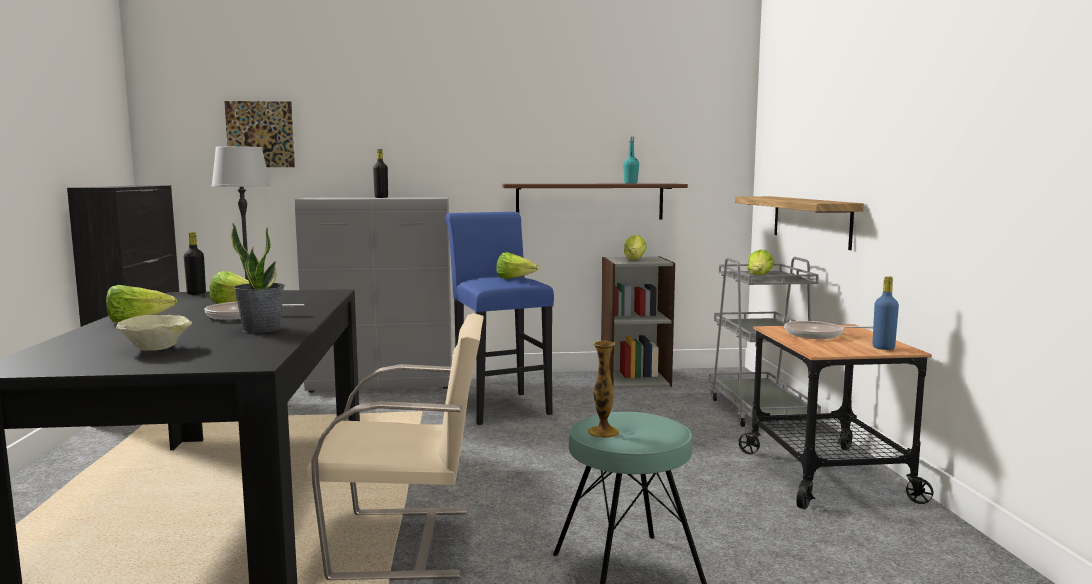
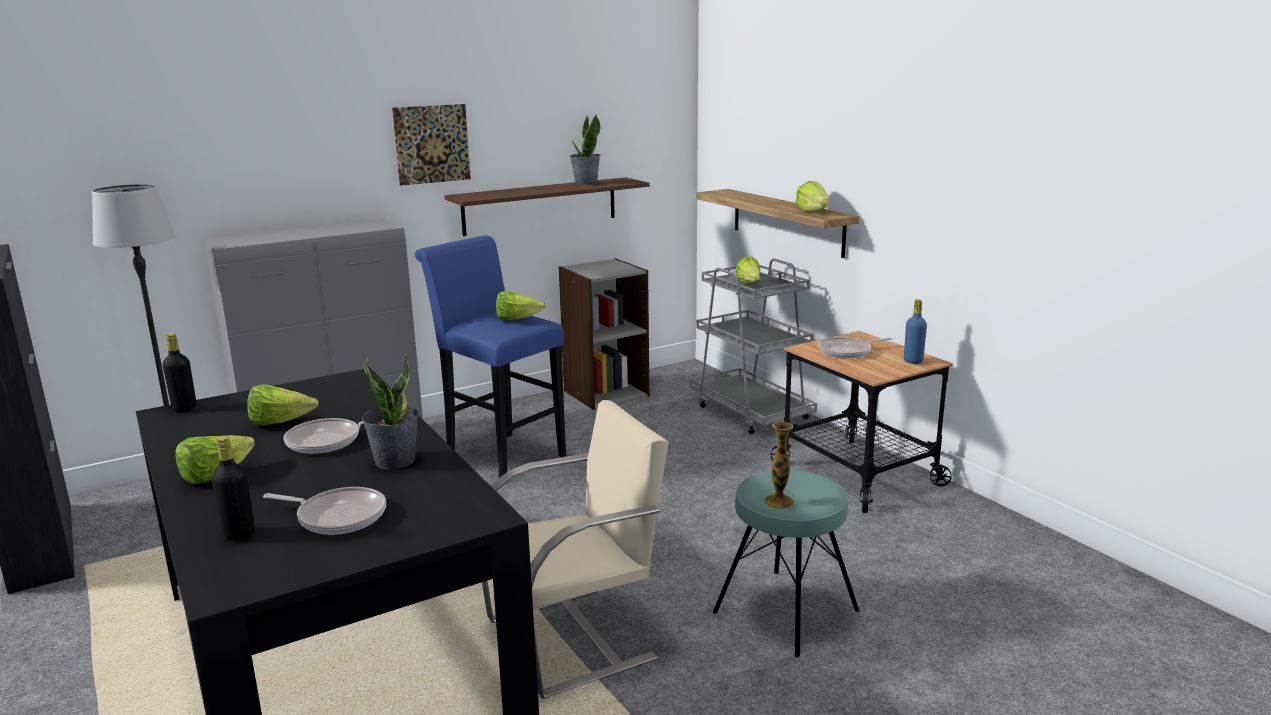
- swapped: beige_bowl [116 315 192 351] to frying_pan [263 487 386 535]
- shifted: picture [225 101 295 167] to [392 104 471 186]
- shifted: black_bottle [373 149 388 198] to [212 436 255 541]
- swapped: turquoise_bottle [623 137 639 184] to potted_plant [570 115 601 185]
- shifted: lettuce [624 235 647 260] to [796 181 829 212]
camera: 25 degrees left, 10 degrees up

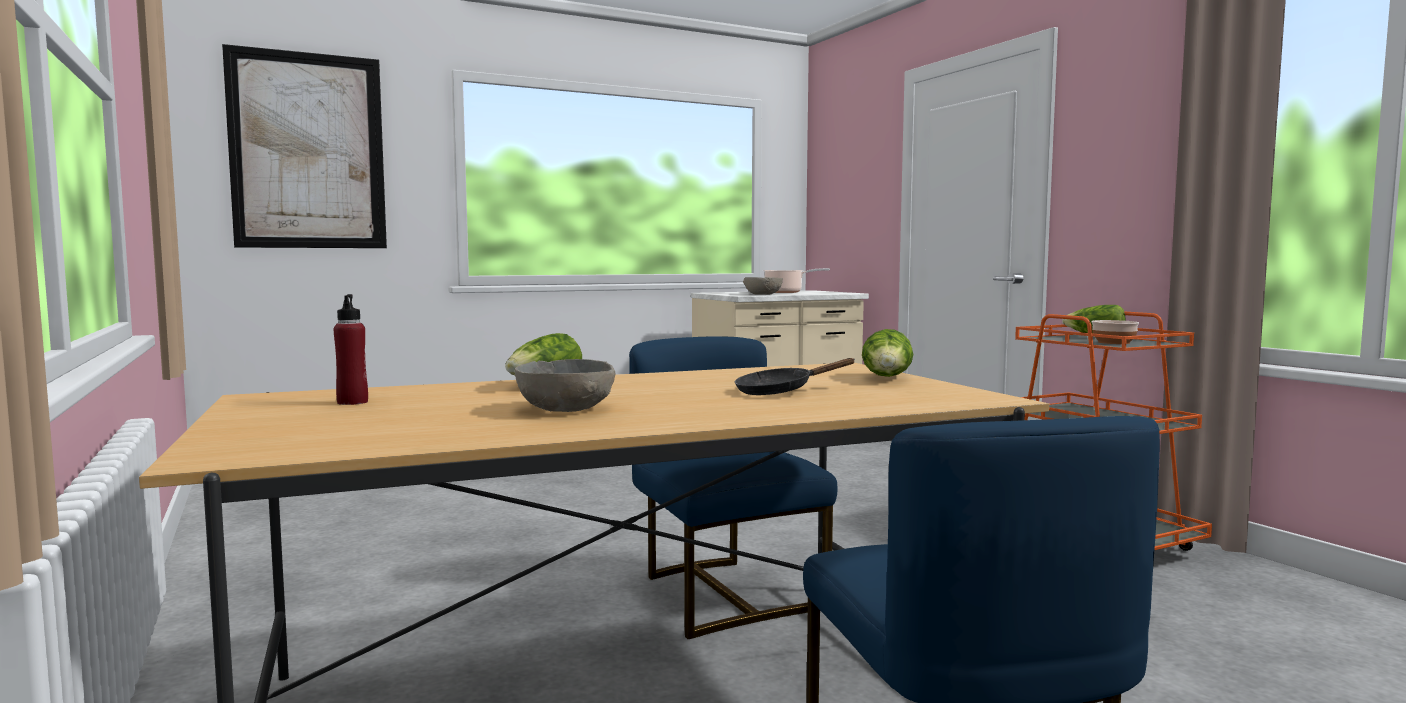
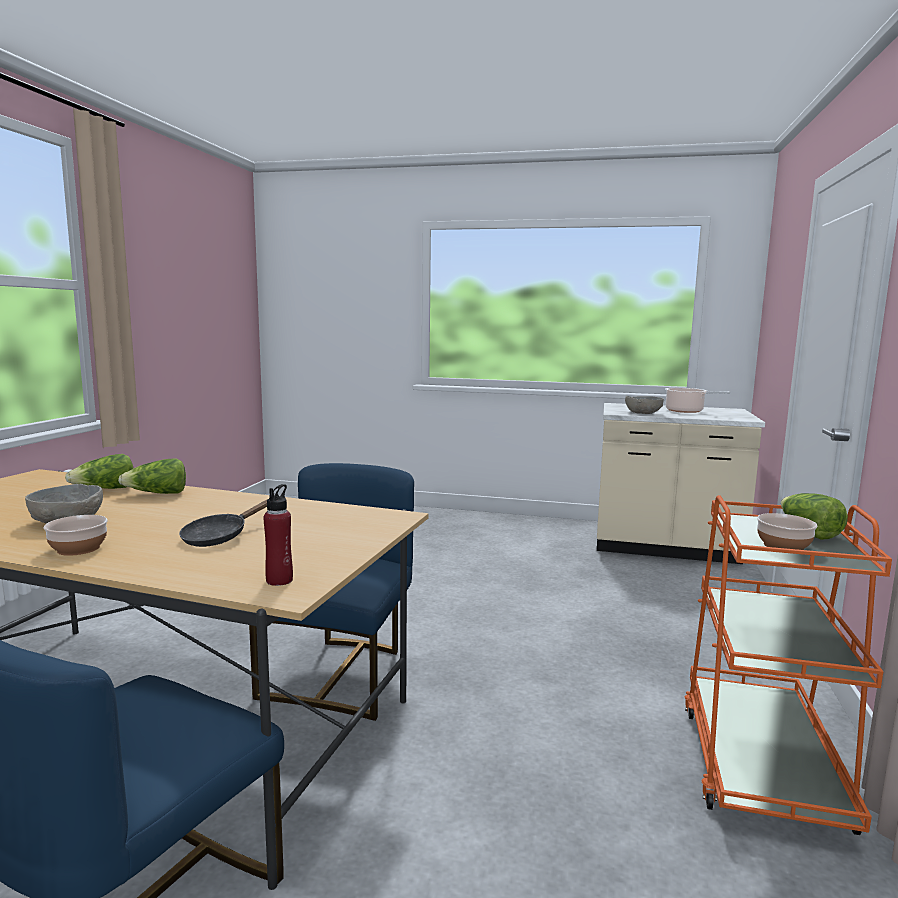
- gone: picture [222 44 387 248]
- shifted: red_bottle [334 294 368 405] to [263 484 293 586]
- rotated: black_frying_pan [735 358 855 395] = [179 499 268 547] 75 degrees counterclockwise
- shifted: lettuce [862 329 913 377] to [65 454 134 489]
- new: bowl [44 515 108 556]
camera: 40 degrees right, 5 degrees up

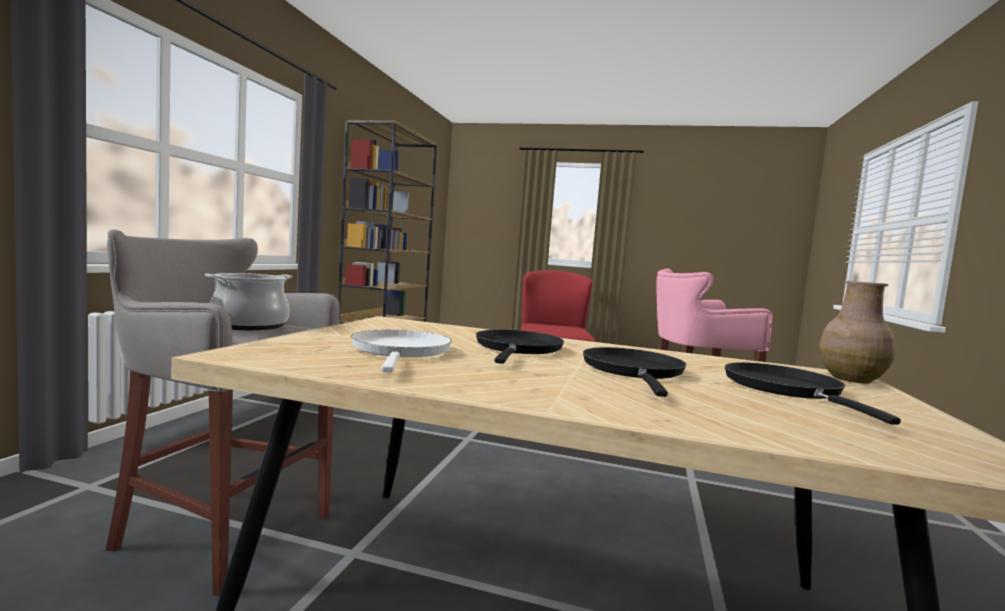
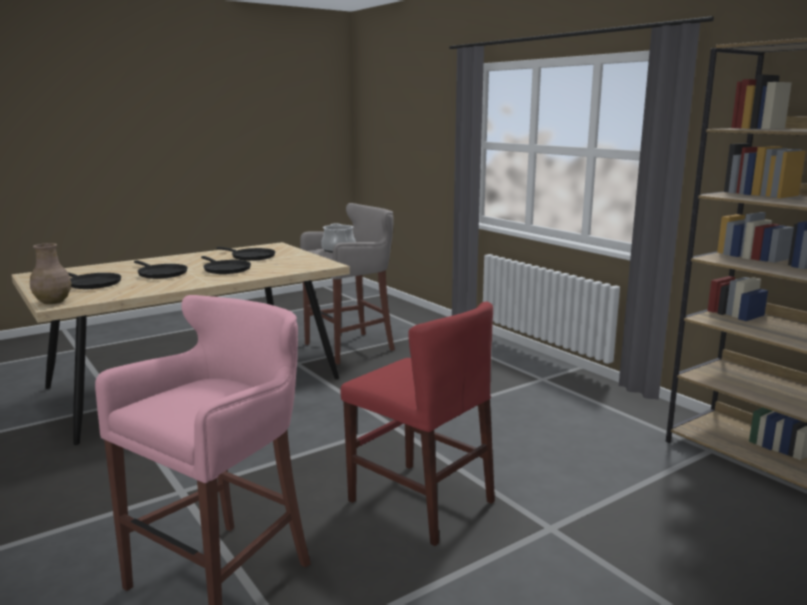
- repainted: white_frying_pan [351 329 452 372] to black_frying_pan [217 247 275 261]
camera: 130 degrees right, 10 degrees up

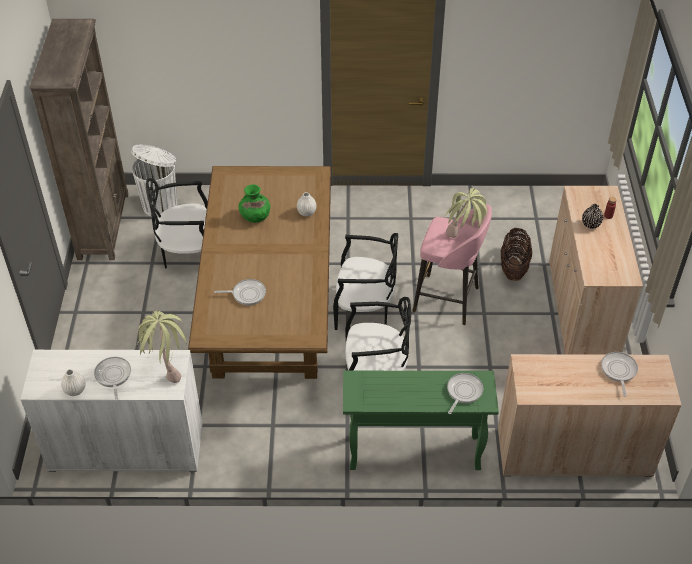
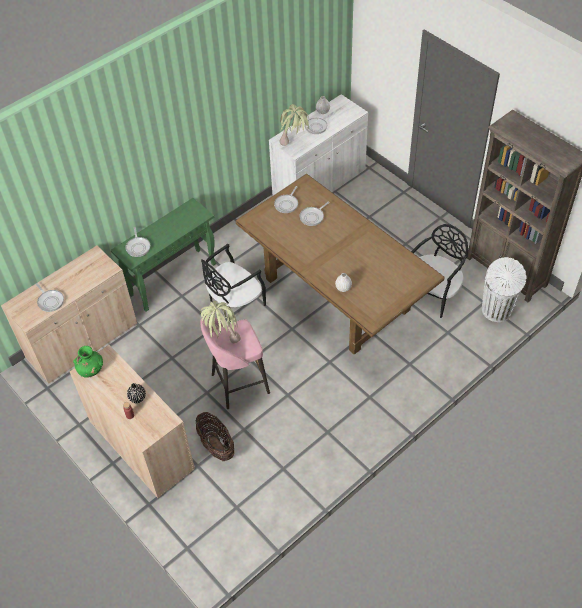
- shifted: green_vase [239 184 270 223] to [73 346 103 378]
- gone: black_chair [333 233 398 330]
- new: frying_pan [274 186 298 213]
camera: 140 degrees right, 5 degrees up

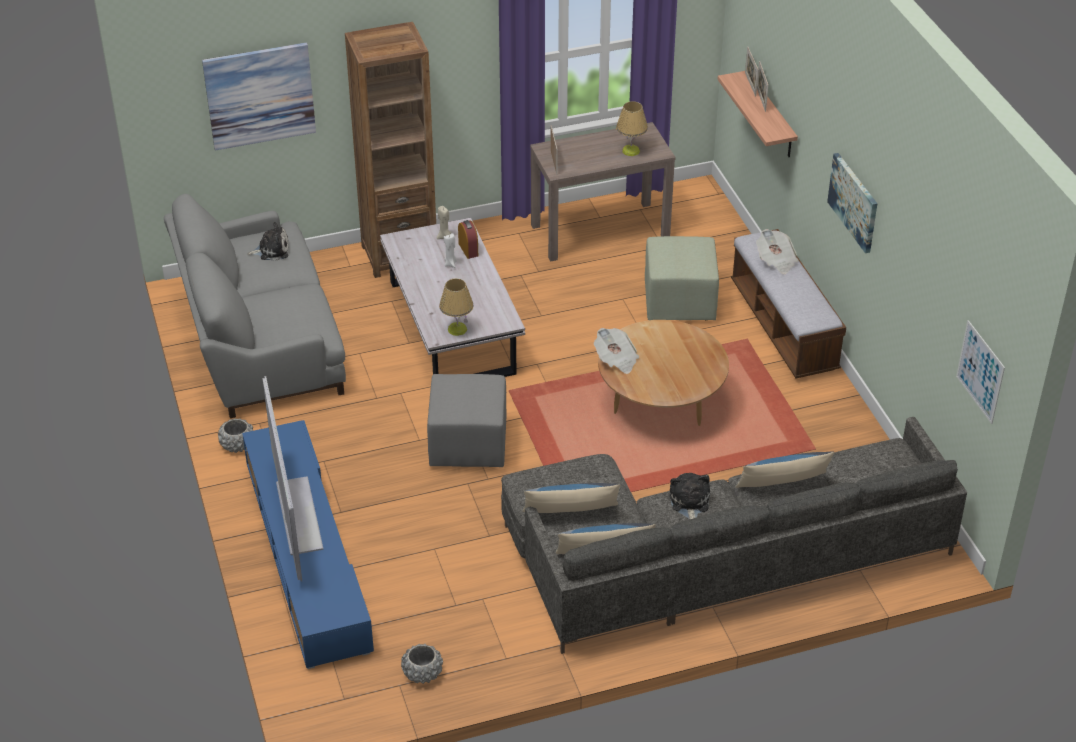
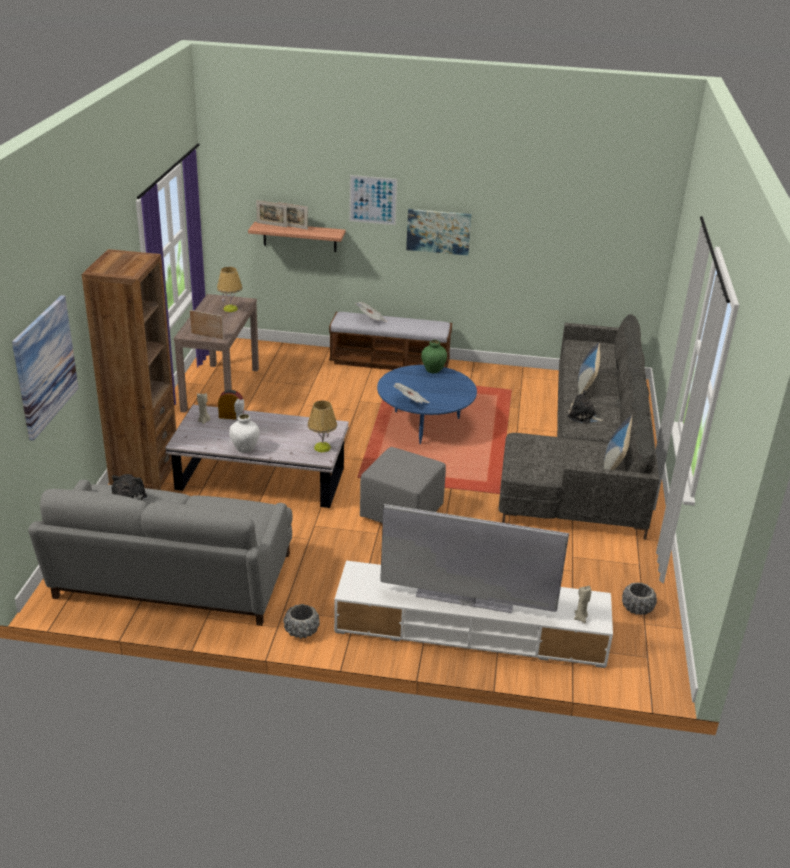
- repainted: blue_tv_stand [242 420 374 669] to white_tv_stand [334 561 613 668]
- gone: pillow [522 483 620 513]
- repainted: brown_coffee_table [598 320 729 426] to blue_coffee_table [377 365 477 444]
- gone: green_ottoman [645 236 719 320]
- shifted: picture [956 320 1005 424] to [349 175 397 225]
- new: white_vase [229 414 260 453]
- new: green_vase [421 340 447 373]
- new: beige_candle [574 586 591 623]
camera: 65 degrees left, 10 degrees down

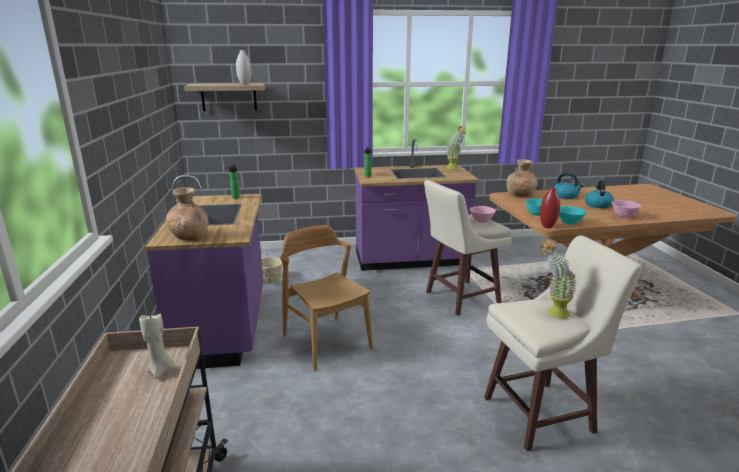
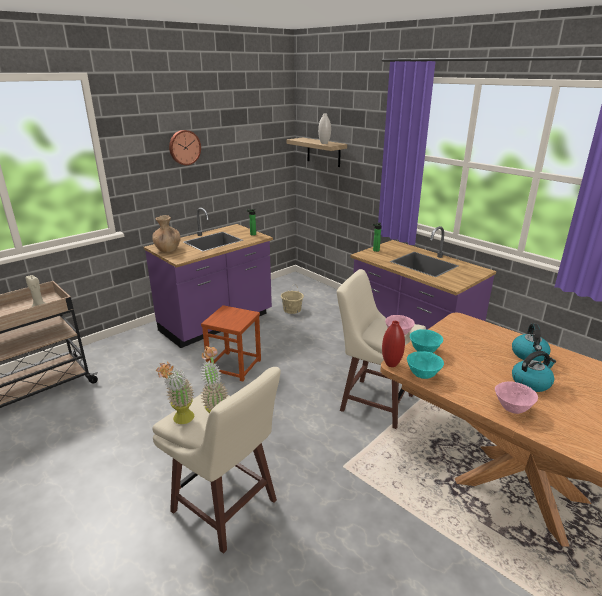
- swapped: brown_chair [280 225 373 371] to brown_stool [201 305 261 381]
- shifted: potted_plant [446 126 466 169] to [156 361 194 424]
- gone: brown_vase [507 159 538 197]
- new: wall_clock [169 130 201 165]
camera: 55 degrees right, 5 degrees up

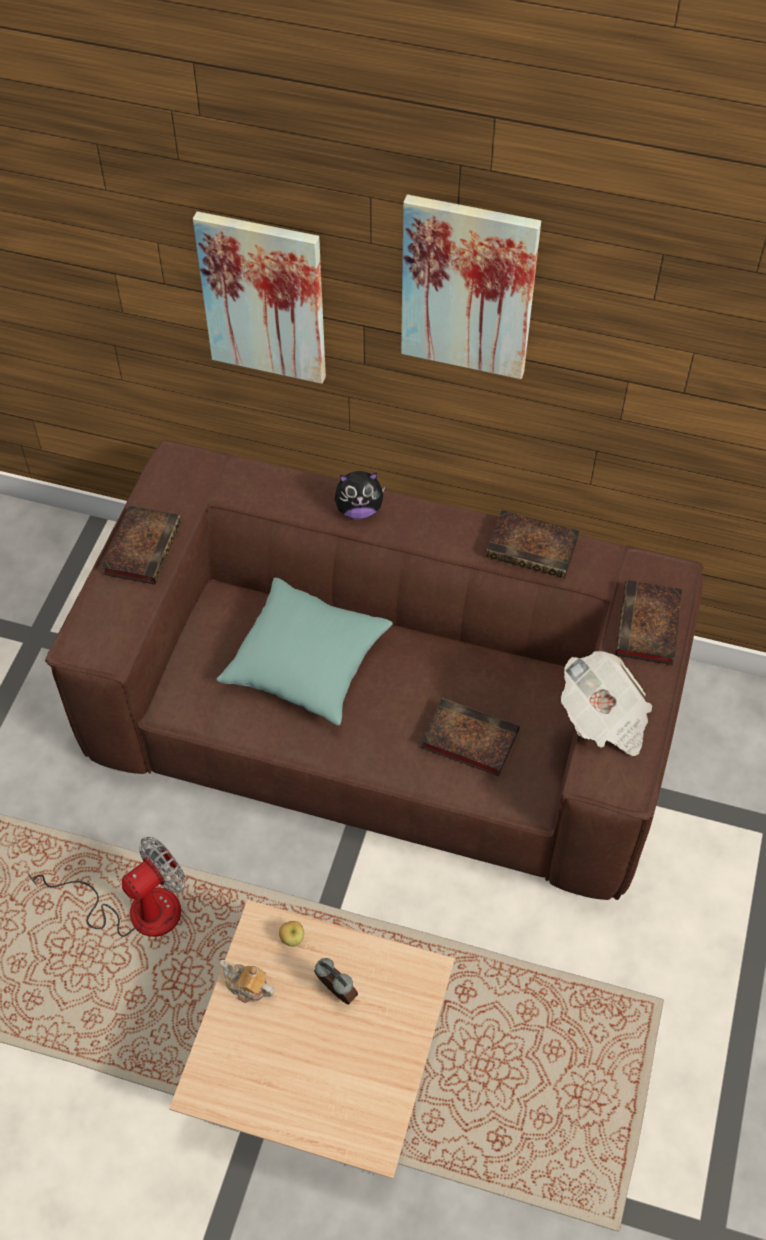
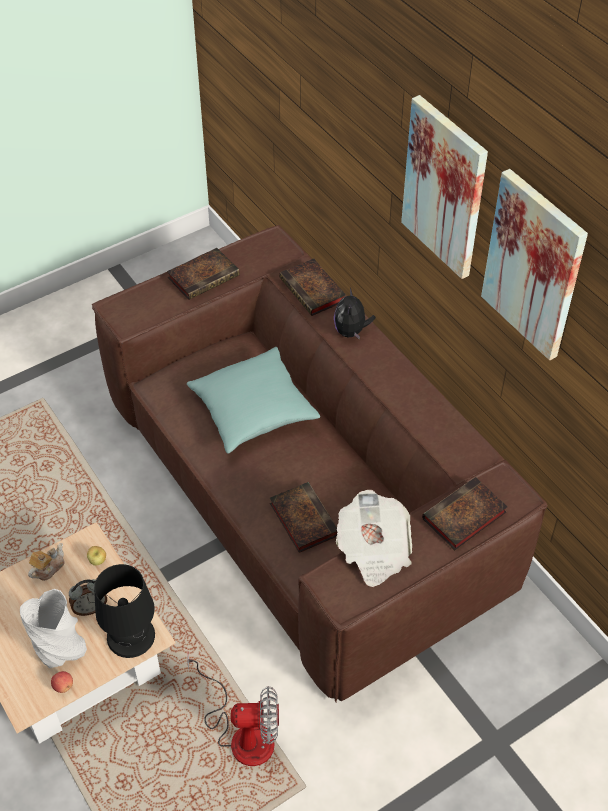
- shifted: fan [26 837 186 937] to [187 653 279 766]
- shifted: picture [193 211 326 384] to [481 169 588 360]
- rotated: teapot [220 960 274 1003] = [28 543 65 581] 60 degrees clockwise
- rotated: alarm_clock [314 958 358 1005] = [69 579 107 616] 75 degrees clockwise
- rotated: plush_toy [335 471 386 519] = [334 288 376 340] 60 degrees clockwise
- shifted: book [486 510 579 578] to [279 258 346 316]
- new: grey_vase [20 589 87 668]
- new: apple [51 671 73 693]
- new: black_table_lamp [94 564 155 658]
camera: 40 degrees right, 5 degrees down

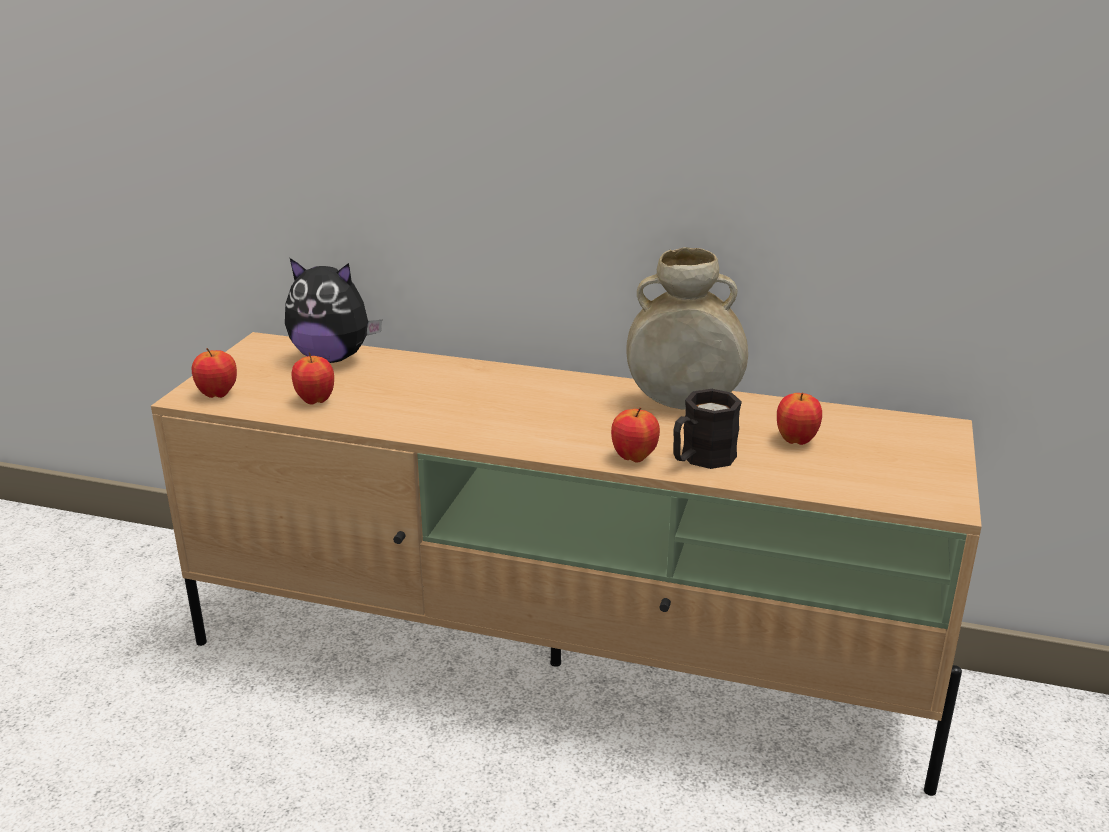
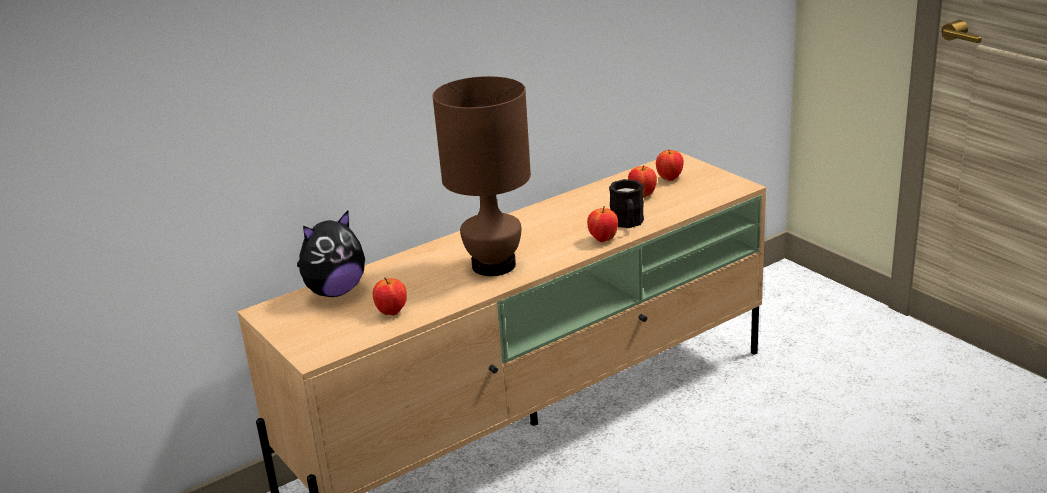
- shifted: apple [192 348 237 398] to [656 149 684 181]
- gone: beige_vase [626 247 748 410]
- new: brown_table_lamp [433 76 531 276]
camera: 50 degrees left, 0 degrees up

